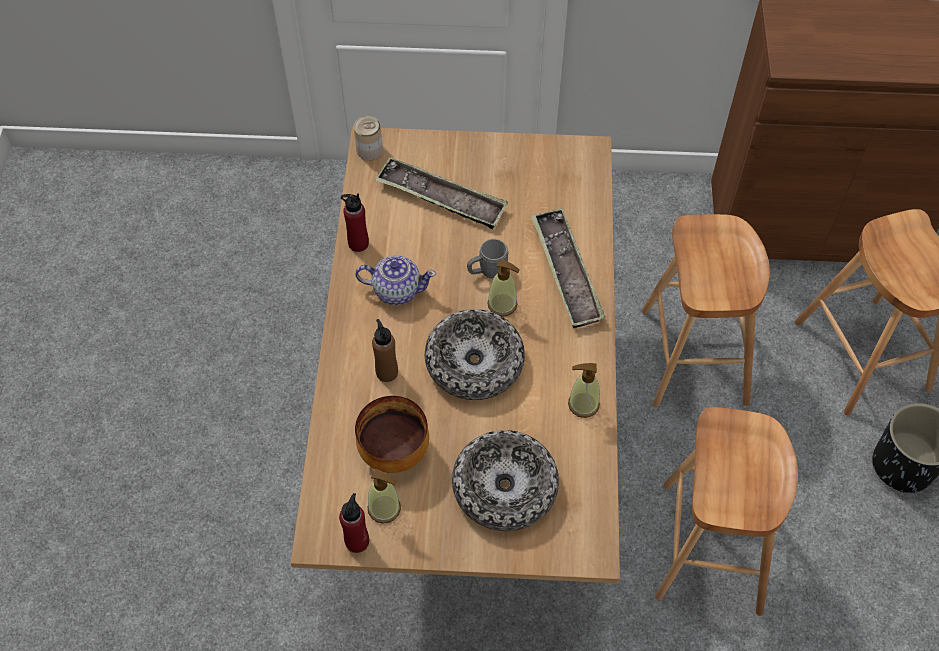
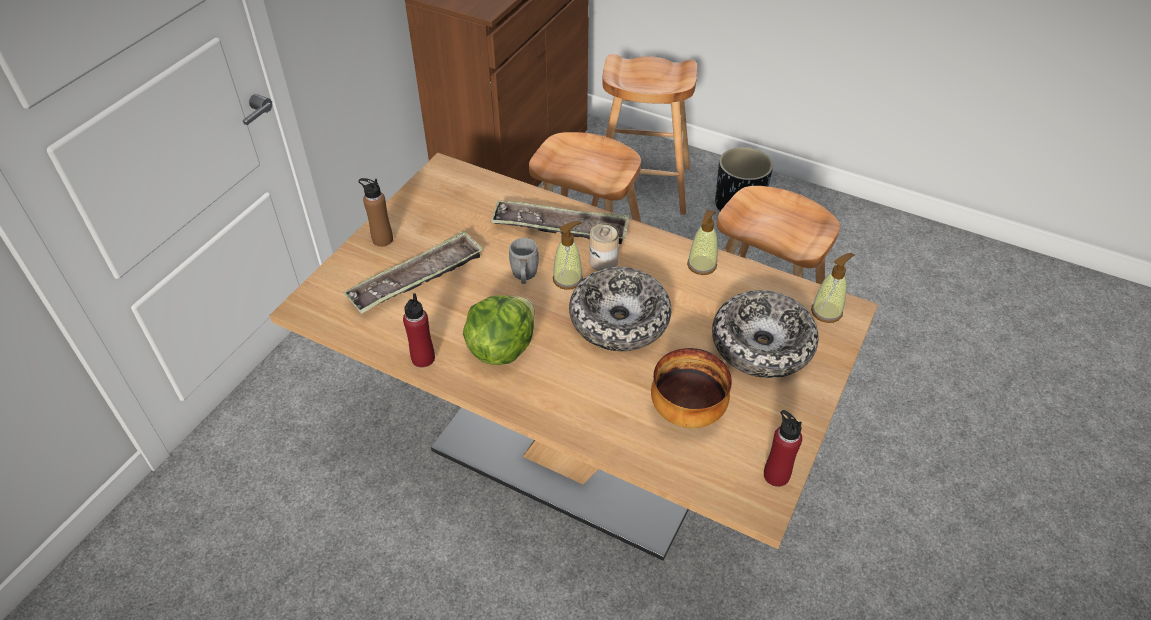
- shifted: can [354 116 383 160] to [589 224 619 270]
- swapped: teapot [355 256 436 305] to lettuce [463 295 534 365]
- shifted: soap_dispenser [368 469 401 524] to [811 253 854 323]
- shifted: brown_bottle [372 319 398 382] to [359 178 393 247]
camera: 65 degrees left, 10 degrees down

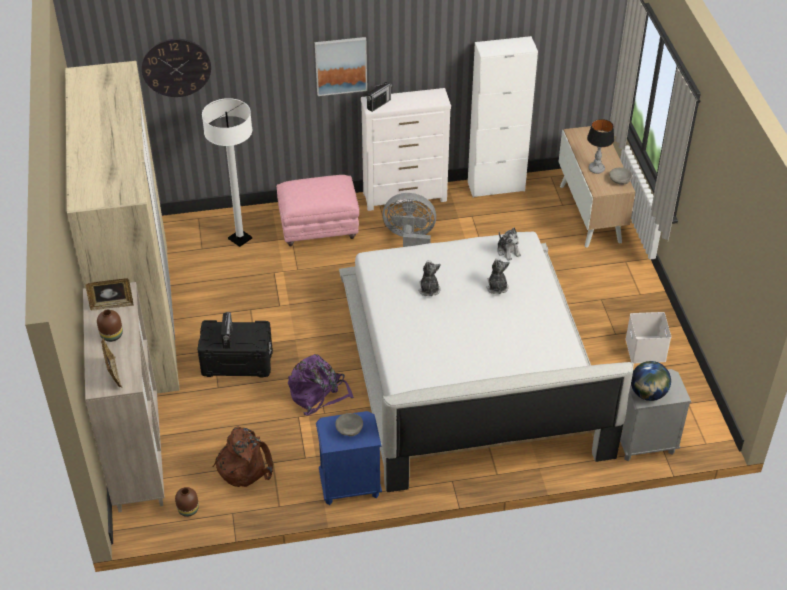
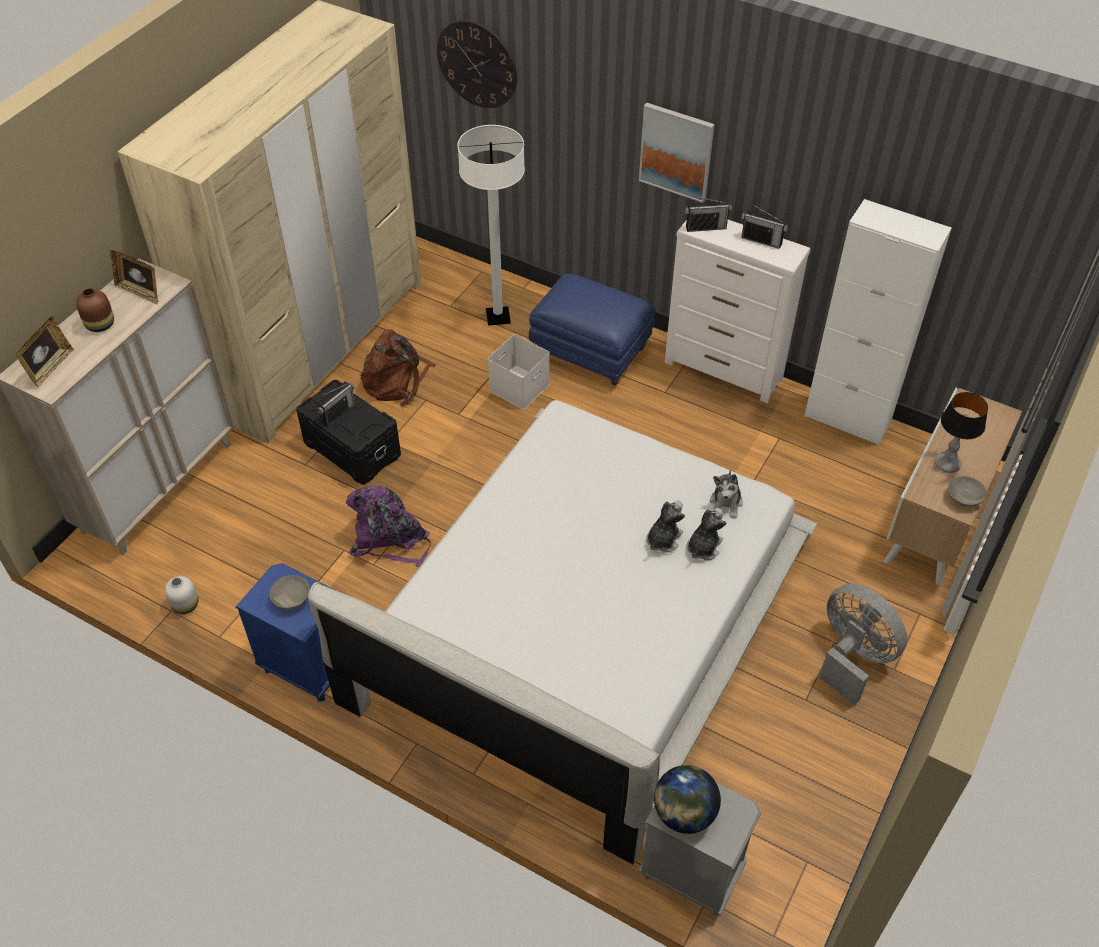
- gone: brown_vase [175 487 199 517]
- shifted: brown_backpack [212 426 273 487] to [360 329 437 406]
- repainted: pink_ottoman [277 175 359 246] to blue_ottoman [529 273 655 385]
- shifted: grey_fan [383 193 436 247] to [819 584 907 706]
- shifted: plush_toy [418 260 441 296] to [687 508 727 560]
- shifted: white_storage_box [625 312 671 363] to [488 334 550 409]
- new: white_vase [165 576 199 614]
- new: radio [741 204 788 249]
camera: 40 degrees right, 5 degrees up

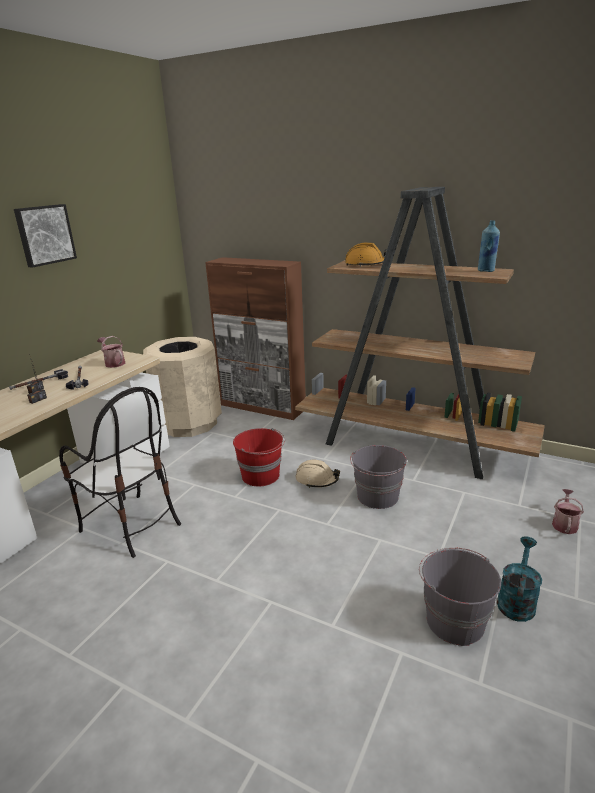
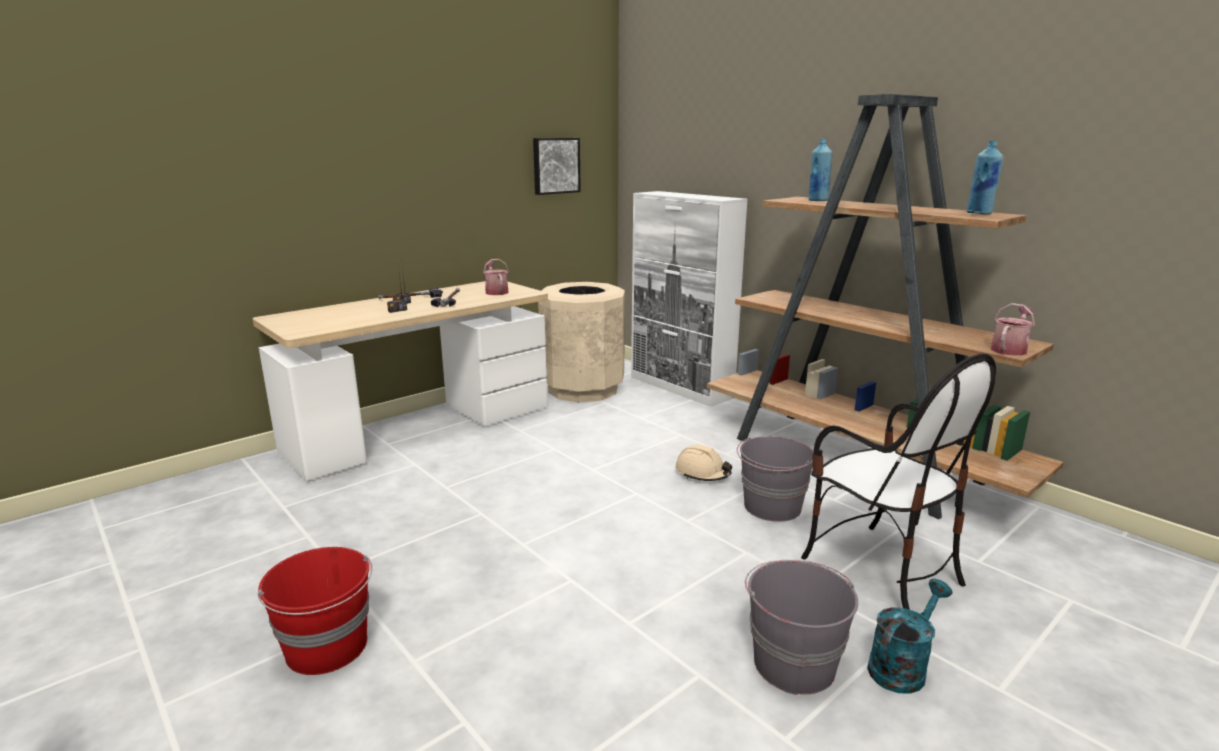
- shifted: picture [14 204 77 268] to [533 138 581 195]
- shifted: chair [59 387 181 558] to [801 353 996 610]
- repainted: brown_cabinet [205 257 306 420] to white_cabinet [631 191 748 407]
- shifted: red_bucket [233 428 285 486] to [257 547 372 675]
- swapped: orange_hard_hat [345 242 387 267] to blue_bottle [808 139 833 201]
- shifted: watering_can [552 489 584 534] to [991 303 1035 356]
camera: 20 degrees right, 5 degrees down

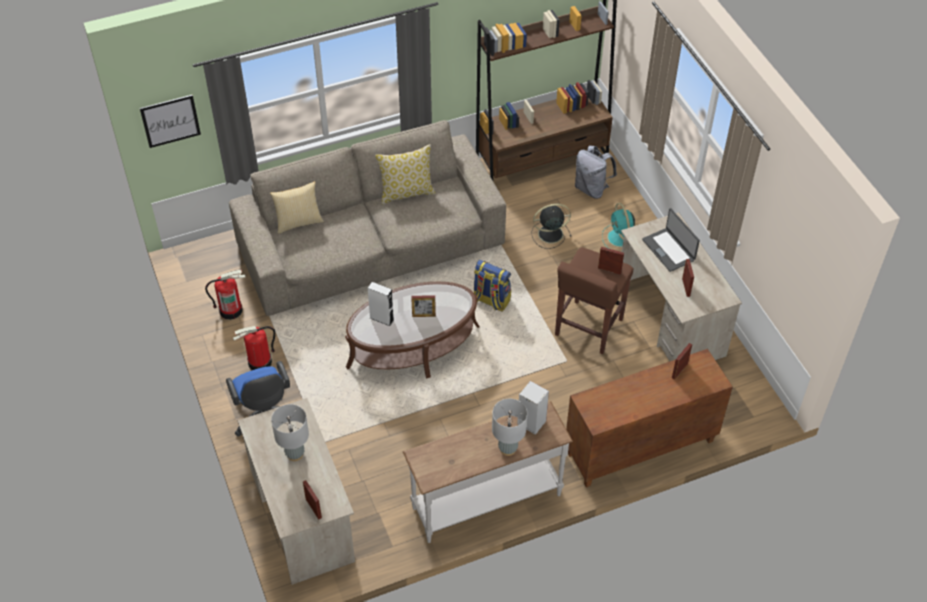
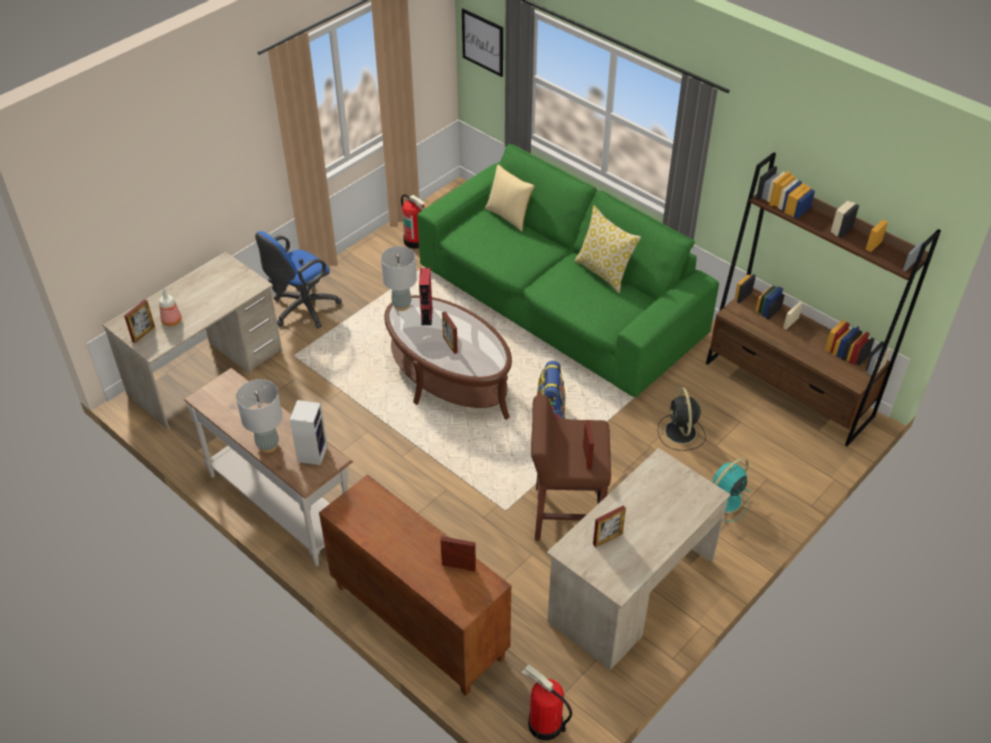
- repainted: beige_sofa [229 120 506 316] to green_sofa [417 144 719 397]
- shifted: fire_extinguisher [233 326 275 370] to [522 664 572 740]
- shifted: grey_table_lamp [271 404 309 461] to [381 246 417 311]
- repainted: white_speaker [368 282 394 326] to red_speaker [419 268 433 326]
- rotated: black_fan [531 204 572 249] = [657 387 706 451] 150 degrees counterclockwise
- gone: grey_backpack [575 145 617 199]
- gone: laptop [642 208 700 272]
- new: bottle [159 289 182 326]
camera: 65 degrees right, 5 degrees down

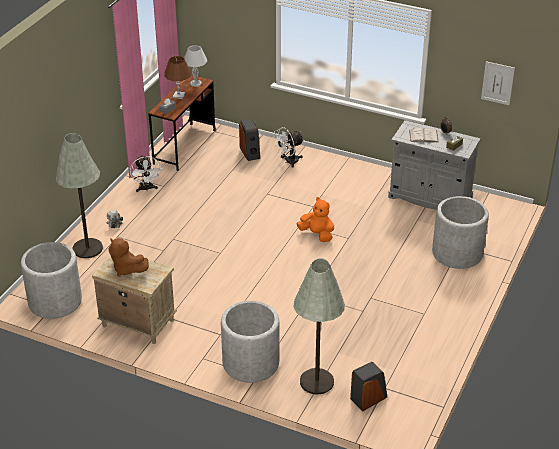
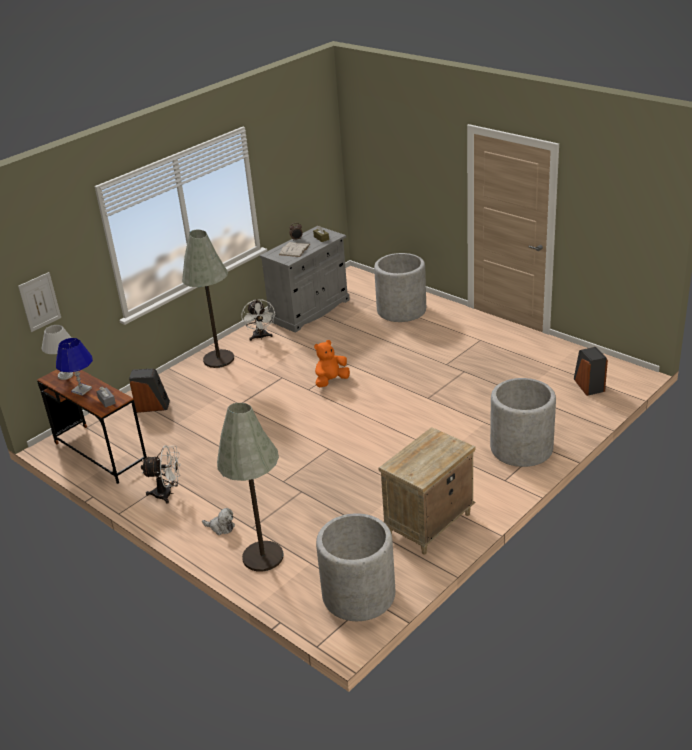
- gone: brown_plush_toy [109 238 149 277]
- repainted: brown_table_lamp [164 56 191 99] to blue_table_lamp [56 338 93 396]
- shifted: white_fan [273 127 304 168] to [241 299 275 341]
- shifted: grey_floor_lamp [294 258 345 394] to [182 229 234 368]
- shifted: picture [481 61 515 105] to [18 272 61 332]
camera: 70 degrees left, 5 degrees down

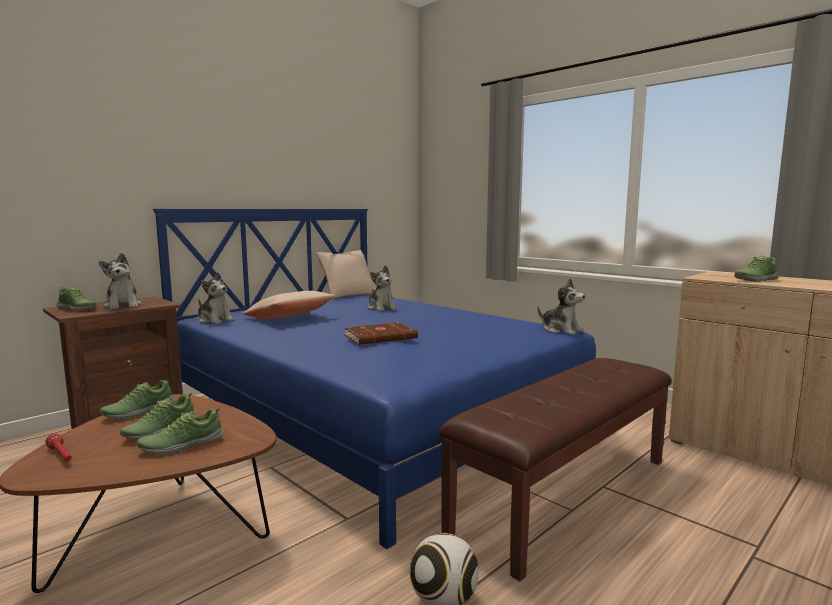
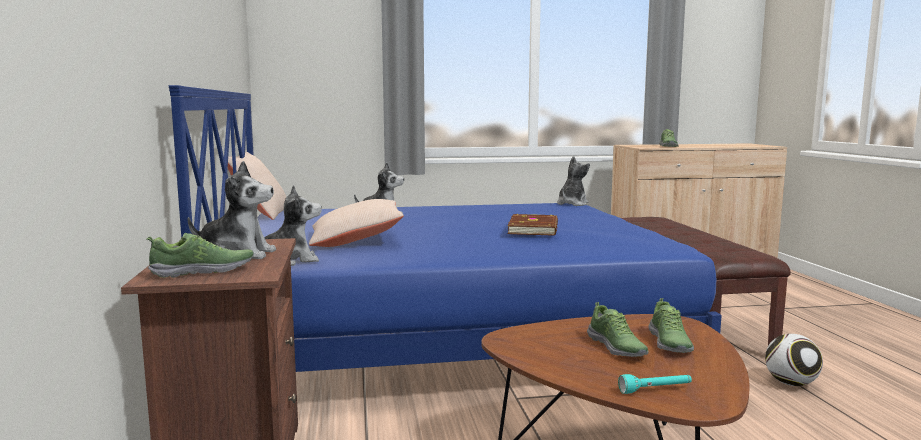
- repainted: red_flashlight [45 434 72 461] to turquoise_flashlight [618 374 692 394]
- gone: shoe [100 379 174 420]
- rotated: plush_toy [538 278 585 335] = [557 156 590 206] 45 degrees counterclockwise
camera: 55 degrees left, 0 degrees up

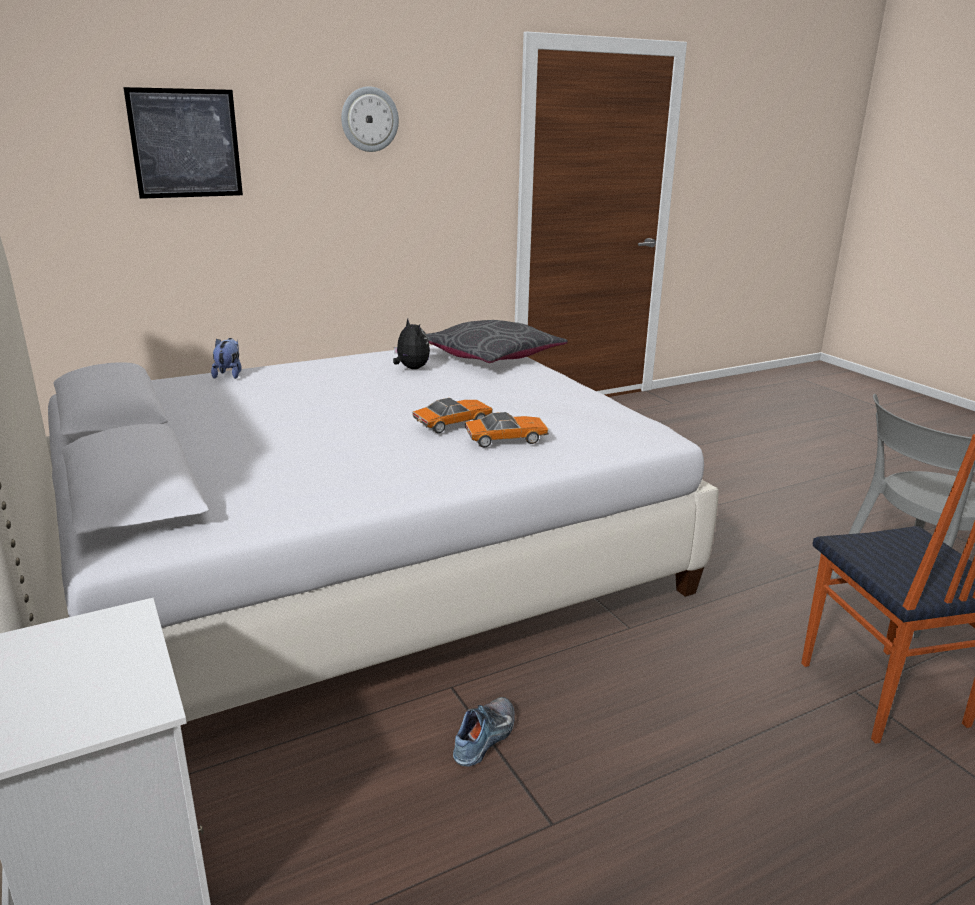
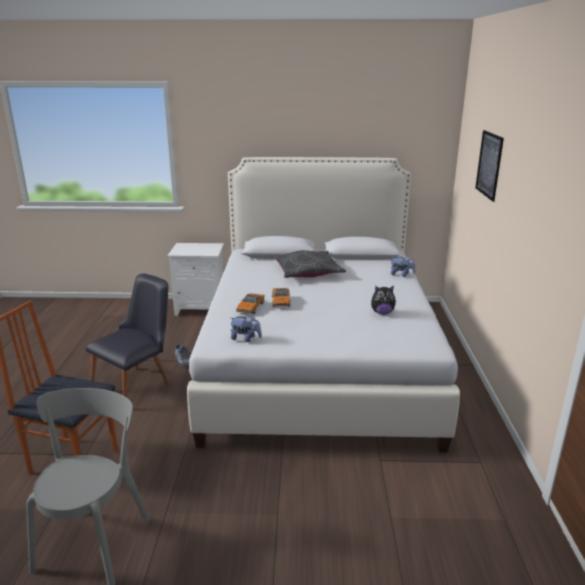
- gone: wall_clock [341 86 399 152]
- shifted: grey_pillow [426 320 568 363] to [272 250 346 278]
- new: black_chair [85 274 169 398]
- new: plush_toy [231 315 262 342]
camera: 120 degrees right, 0 degrees up

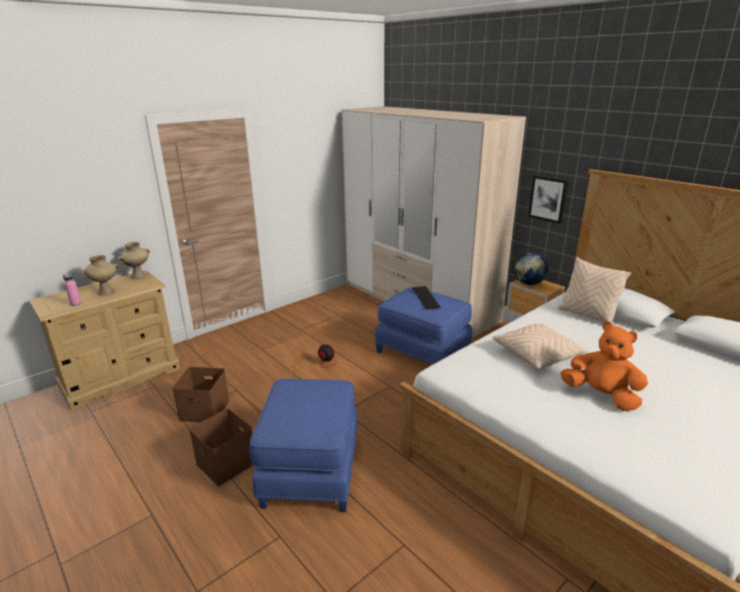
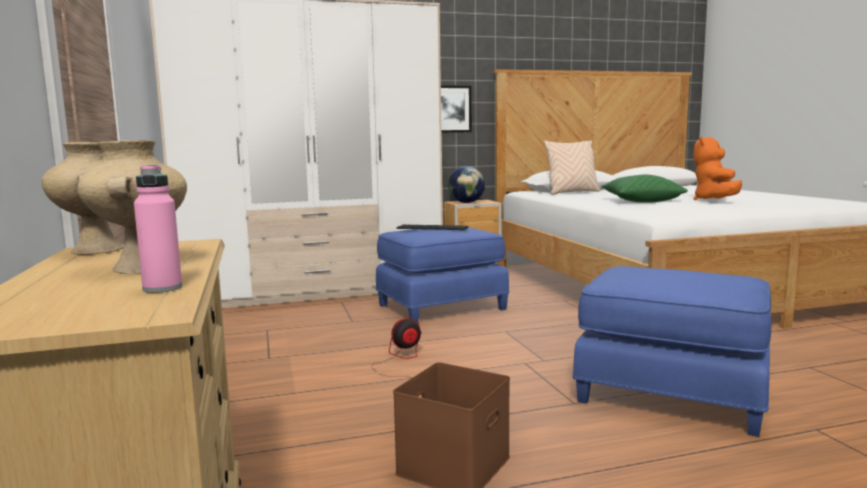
- gone: brown_storage_box [189 409 252 486]
- repainted: beige_pillow [493 324 588 369] to green_pillow [601 174 688 203]
- rotated: orange_plush_toy [560 322 648 411] = [693 136 742 200] 45 degrees counterclockwise
camera: 65 degrees left, 15 degrees down

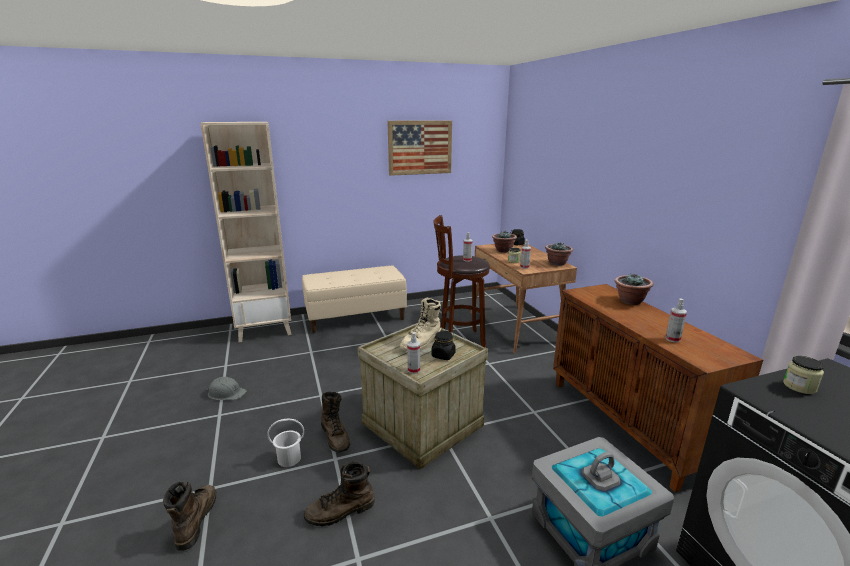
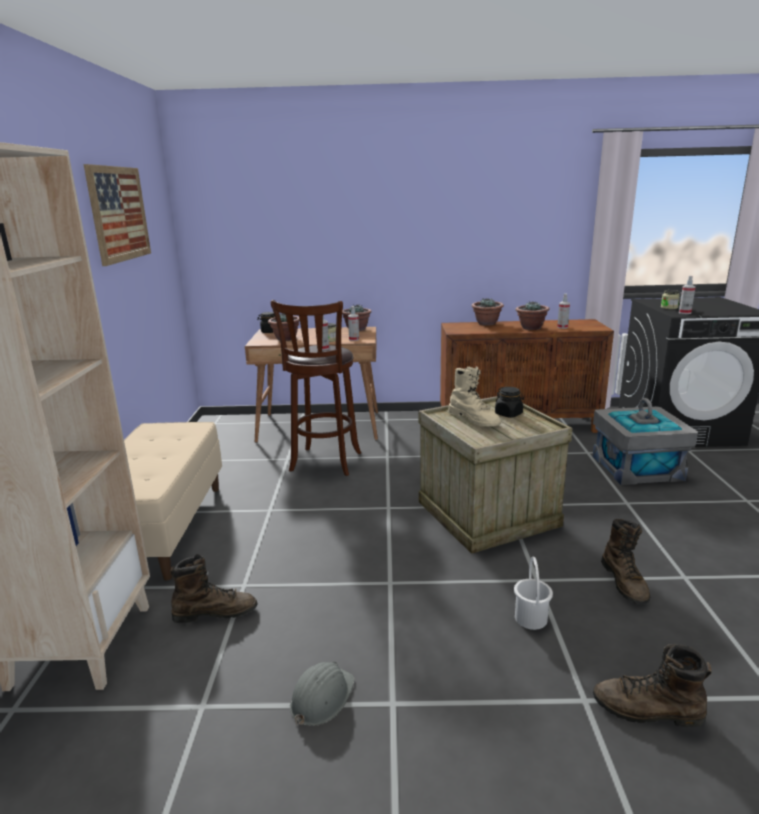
- shifted: brown_boot [321 392 350 453] to [170 554 257 623]
- shifted: spray_bottle [407 332 420 374] to [679 276 696 314]
- new: potted_plant [515 302 550 330]
camera: 70 degrees left, 0 degrees up

